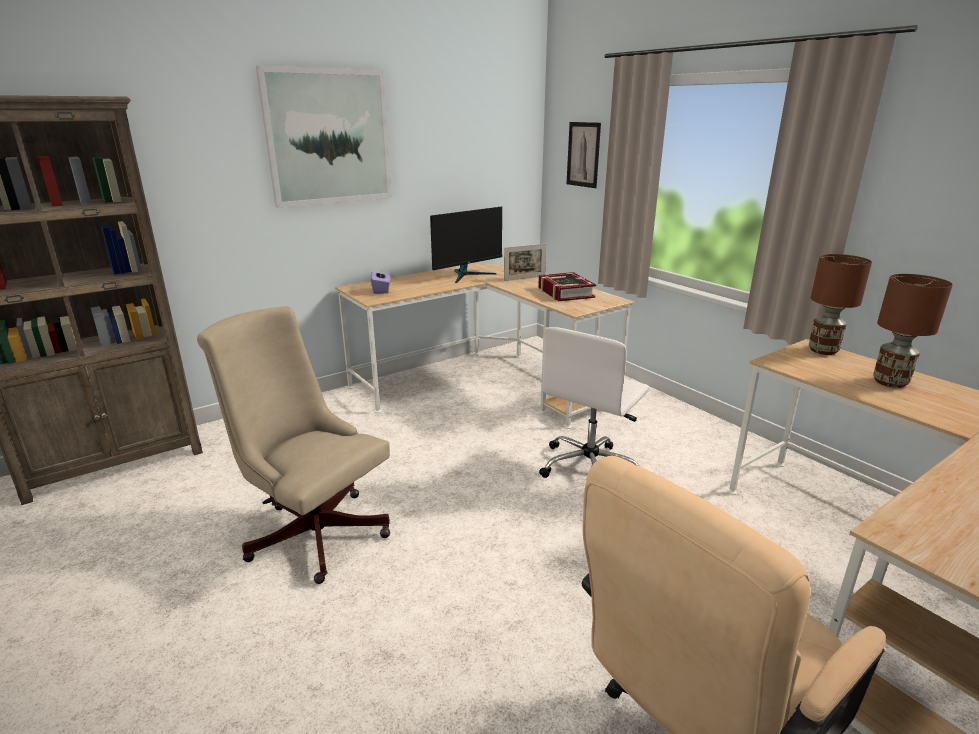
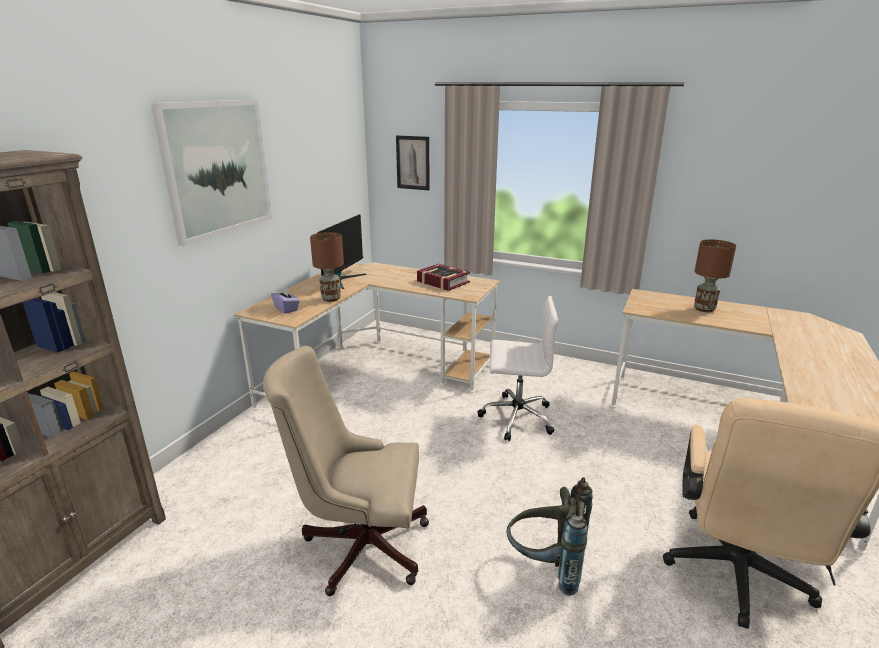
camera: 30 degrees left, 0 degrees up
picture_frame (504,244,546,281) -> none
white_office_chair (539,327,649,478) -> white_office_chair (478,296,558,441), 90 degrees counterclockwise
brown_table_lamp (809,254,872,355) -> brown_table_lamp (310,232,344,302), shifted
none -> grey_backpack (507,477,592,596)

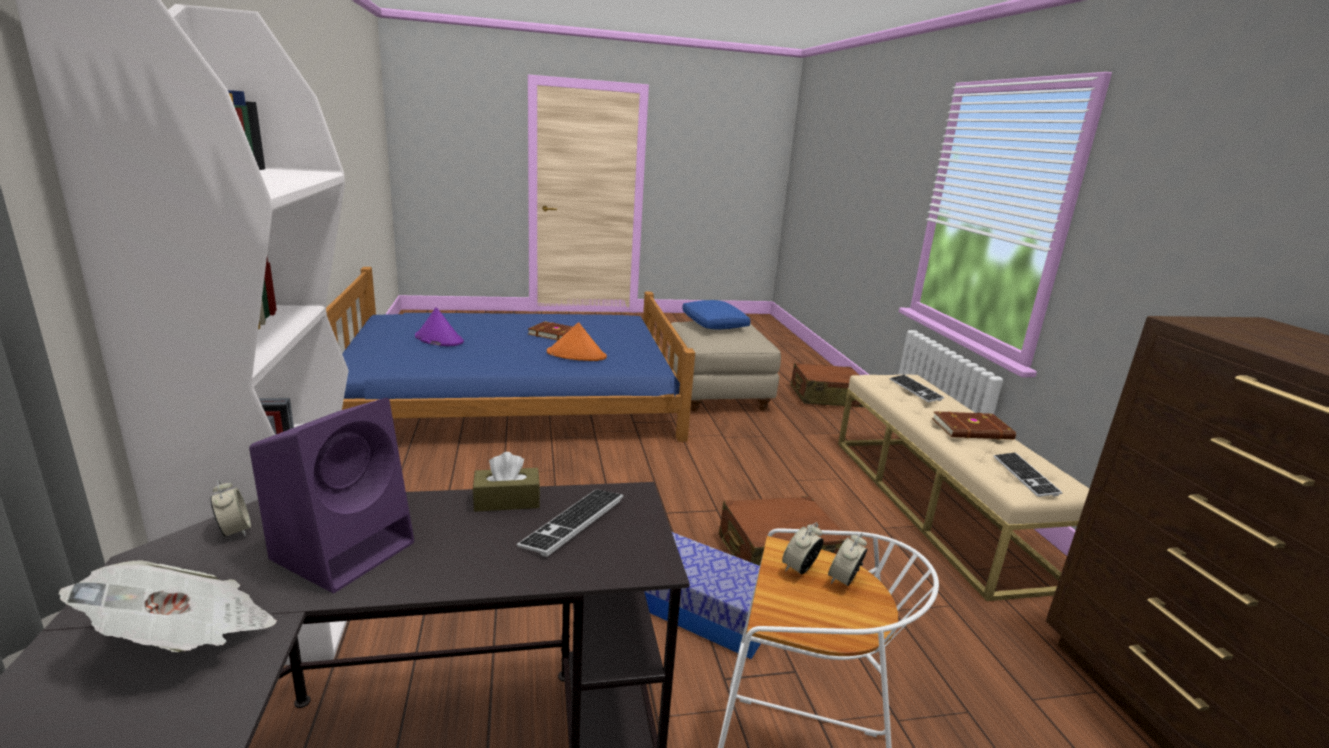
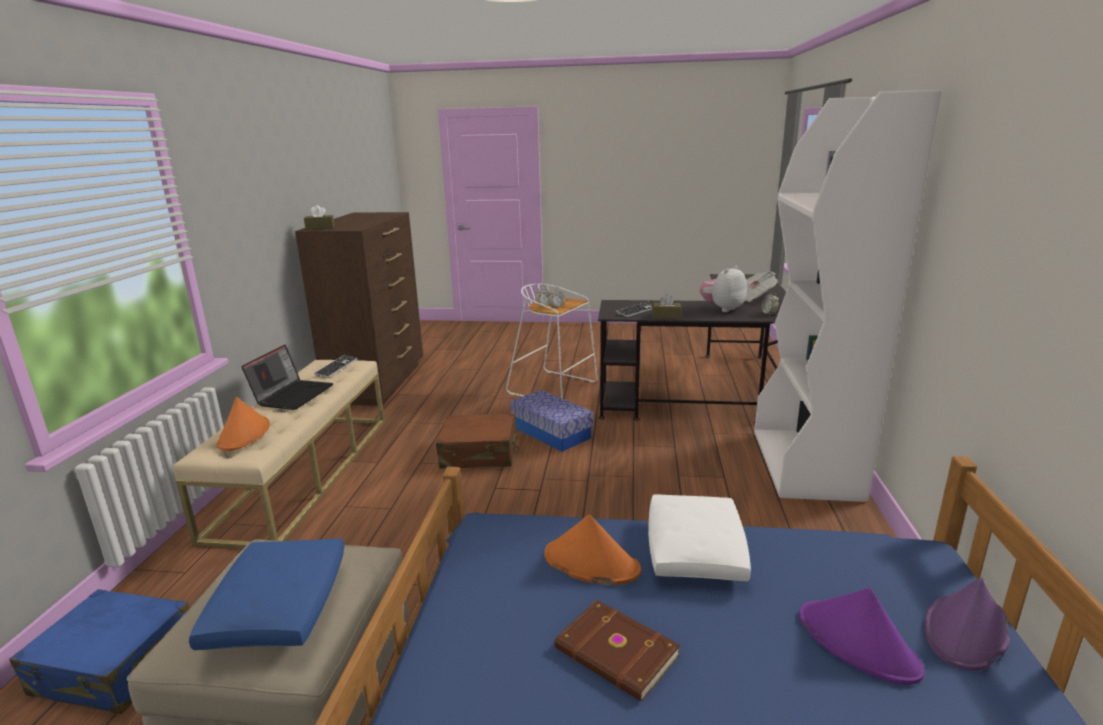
camera: 160 degrees left, 0 degrees up
purple_speaker (249,398,414,593) -> plush_toy (700,266,747,312)
brown_suitcase (790,363,864,407) -> blue_suitcase (9,589,190,714)
keyboard (889,375,944,402) -> orange_hat (216,397,270,451)
brown_book (932,411,1016,440) -> laptop (241,344,333,410)
none -> brown_tissue_box (304,205,335,230)
none -> white_pillow (648,494,751,581)
none -> purple_hat (924,578,1010,671)

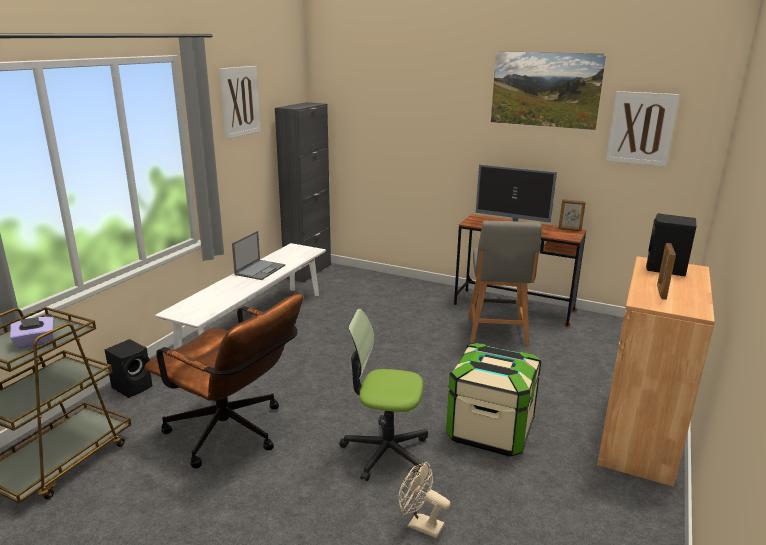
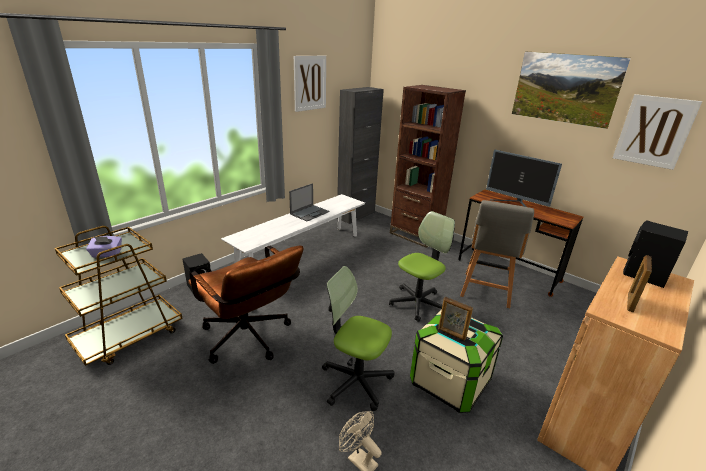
camera: 15 degrees right, 5 degrees up
picture_frame (558,199,586,231) -> picture_frame (438,297,473,341), shifted
none -> office_chair (389,211,455,322)
none -> brown_bookcase (390,85,466,248)

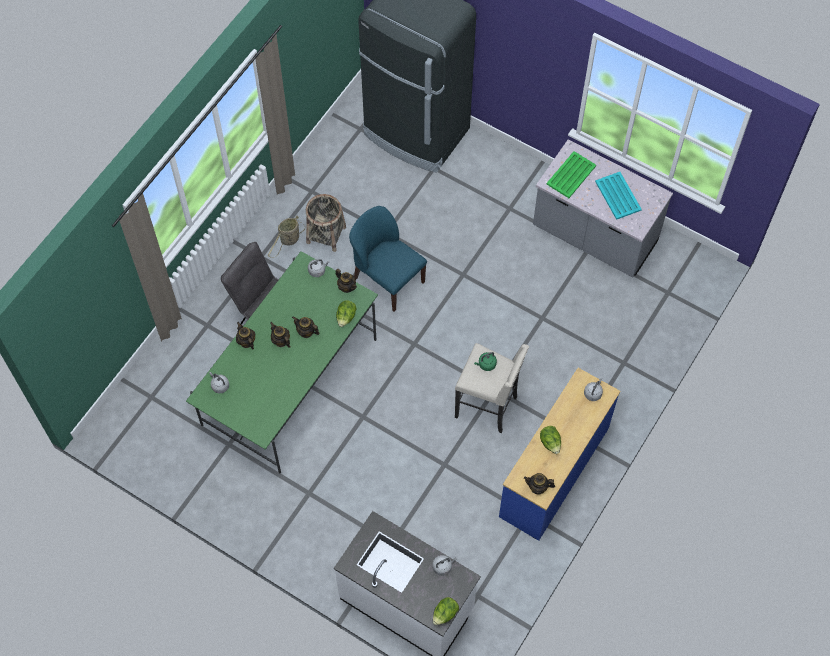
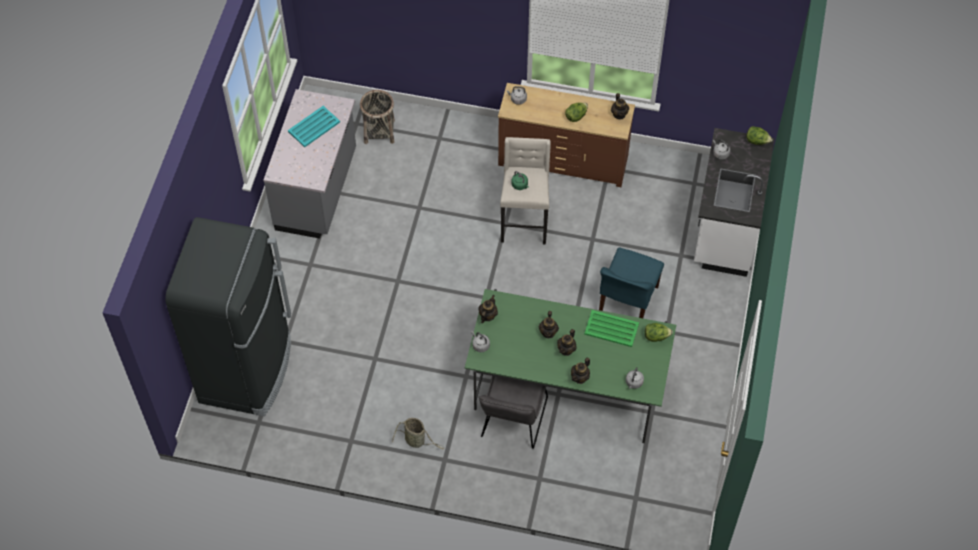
camera: 110 degrees left, 5 degrees down
basket (306,194,346,252) -> basket (360,90,395,144), shifted
lettuce (336,300,357,327) -> lettuce (645,323,673,342), shifted
blue_chair (349,206,427,312) -> blue_chair (599,248,664,318), shifted
blue_dresser (499,368,620,541) -> brown_dresser (498,83,635,187)
green_tray (547,151,596,198) -> green_tray (584,310,639,347), shifted

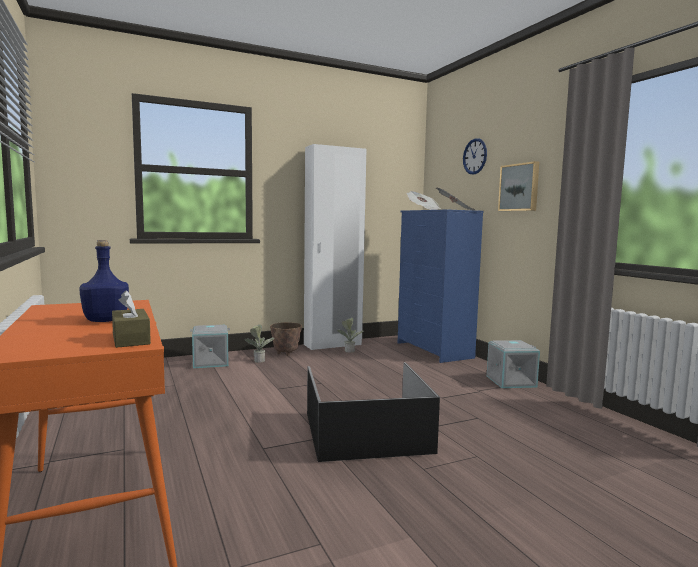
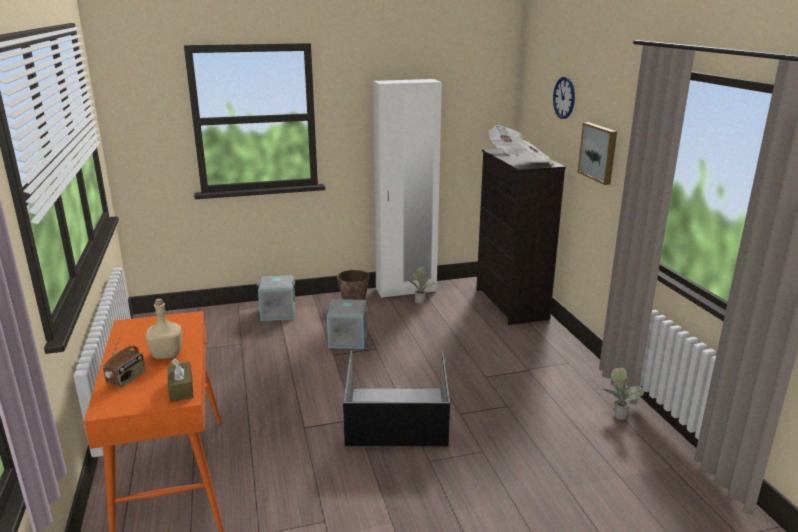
camera: 10 degrees right, 15 degrees up
blue_bottle (80,240,129,322) -> beige_bottle (146,298,182,359)
potted_plant (244,324,275,363) -> potted_plant (602,368,644,420), shifted
blue_dresser (398,210,484,363) -> black_dresser (476,148,566,325)
grey_storage_box (487,340,540,388) -> grey_storage_box (326,299,368,349), shifted
none -> radio (103,337,145,387)

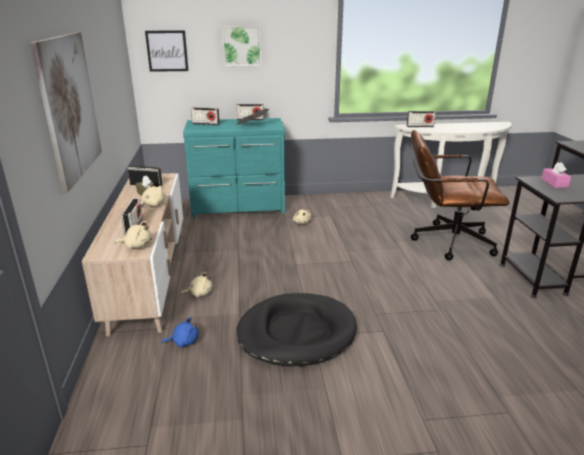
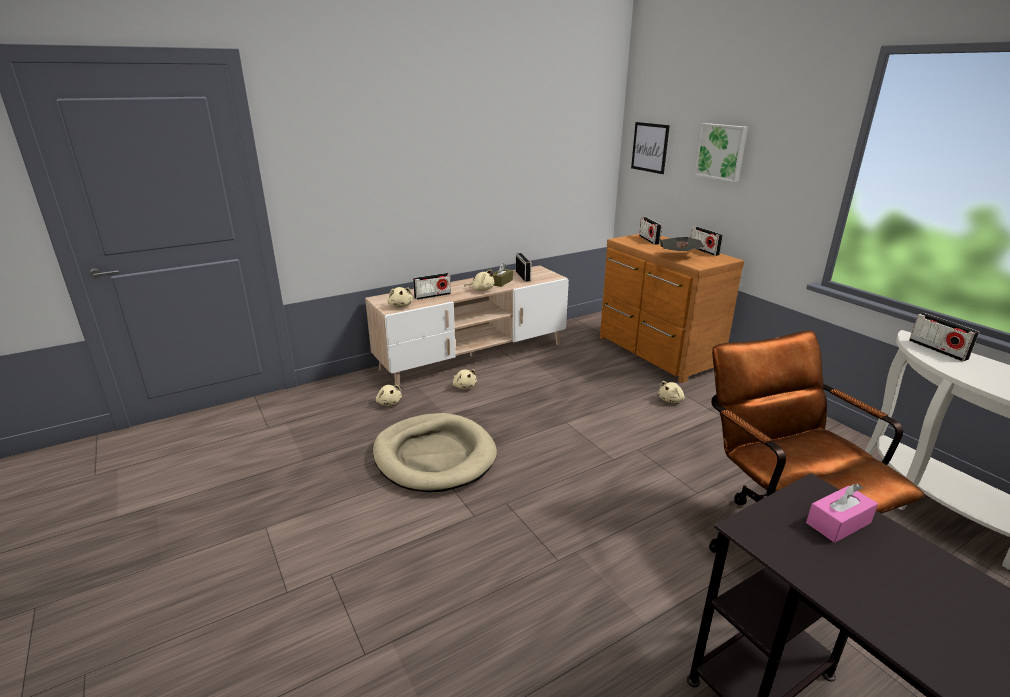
camera: 65 degrees right, 0 degrees up
picture (30,32,102,193) -> none
blue_plush_toy (161,317,199,347) -> beige_plush_toy (376,385,402,406)
turquoise_dresser (183,118,285,217) -> brown_dresser (600,234,744,383)
black_dog_bed (236,293,357,367) -> beige_dog_bed (373,413,497,492)

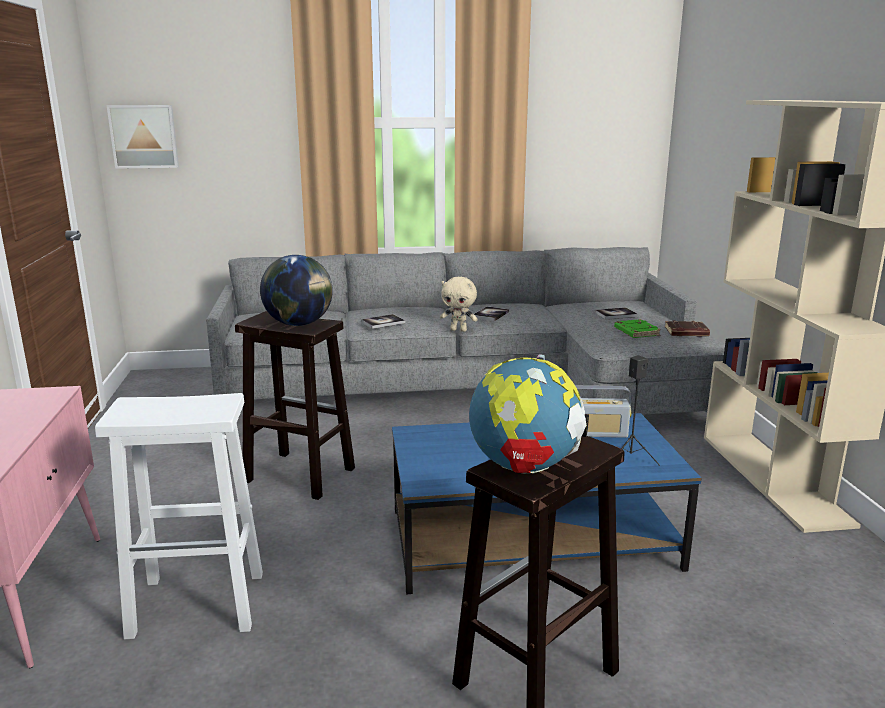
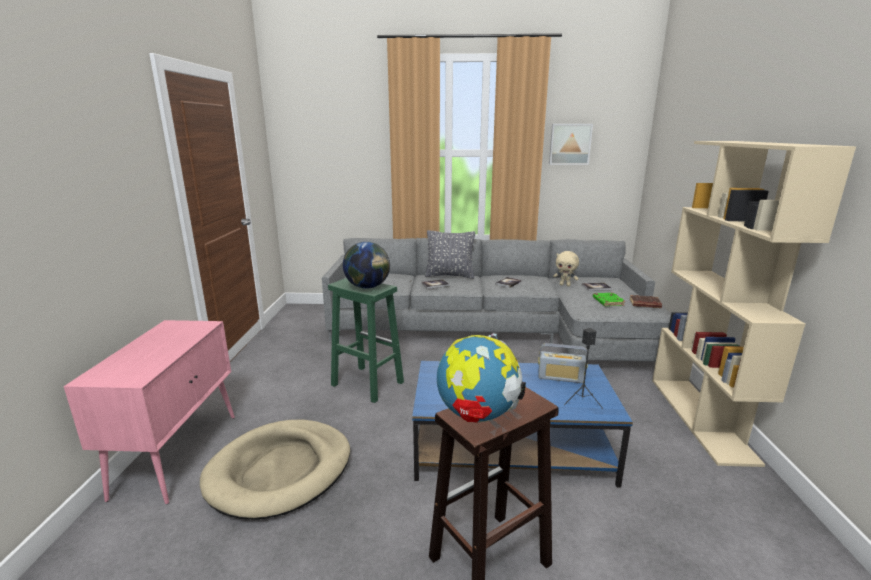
camera: 10 degrees right, 0 degrees up
white_stool (95,393,263,639) -> beige_dog_bed (200,420,350,519)
picture (106,105,179,169) -> picture (549,124,593,165), shifted
brown_stool (235,311,355,500) -> green_stool (328,278,404,403)
beige_plush_toy (440,277,478,332) -> beige_plush_toy (553,251,579,286), shifted
none -> grey_pillow (425,230,475,279)

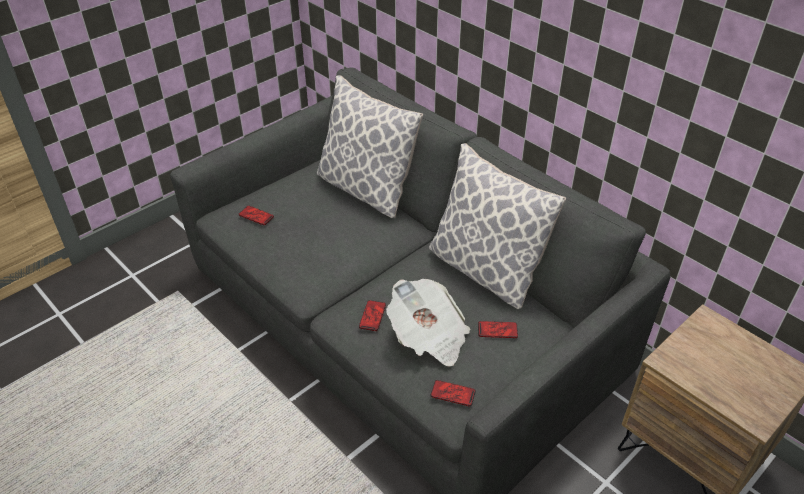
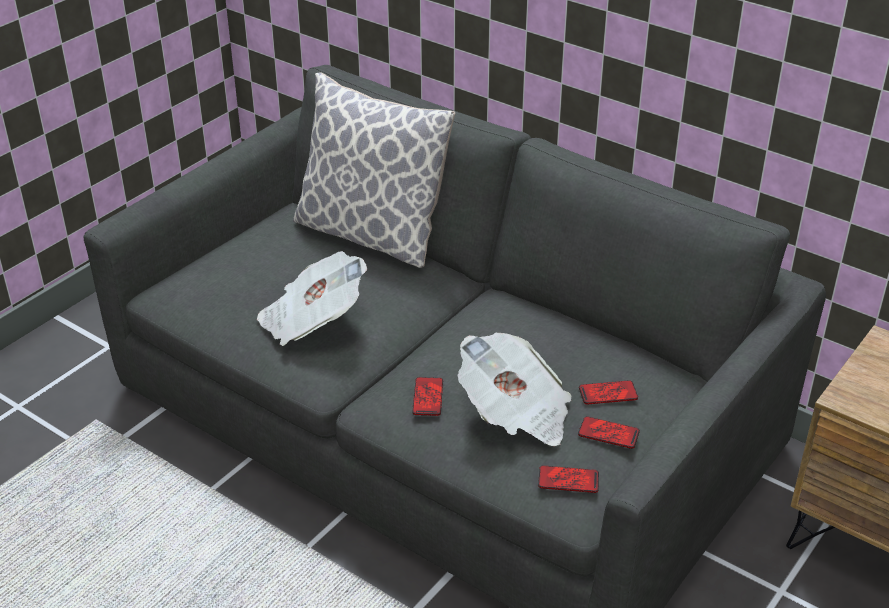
camera: 10 degrees left, 5 degrees down
phone (239,206,274,225) -> phone (578,416,640,449), shifted
pillow (429,143,566,309) -> none
none -> newspaper (257,251,367,346)

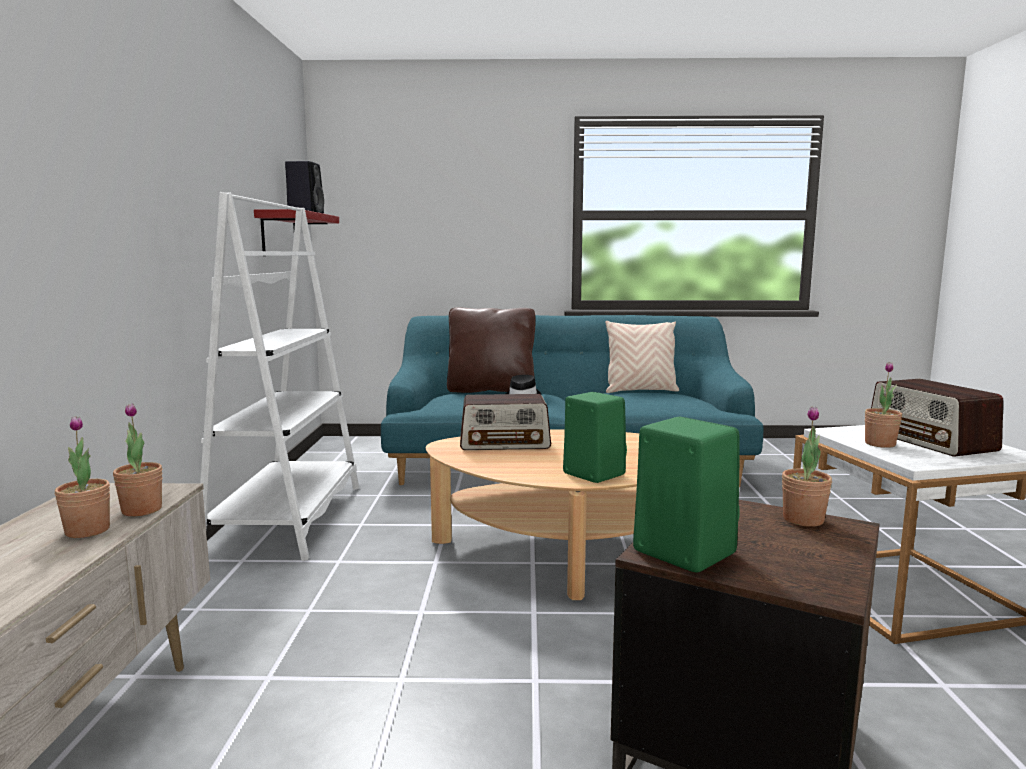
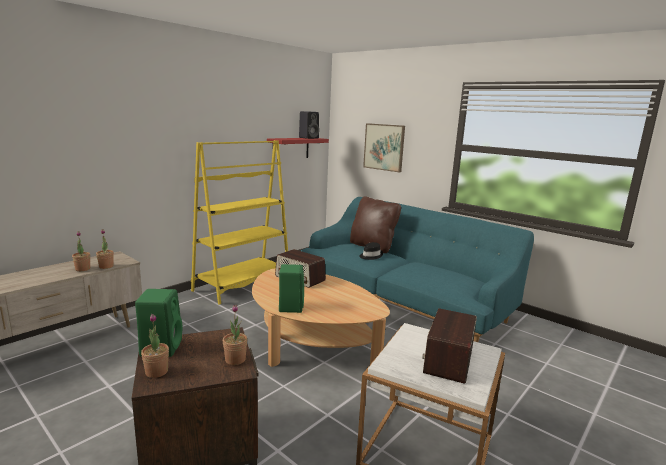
camera: 40 degrees right, 5 degrees up
white_bookcase (200,192,359,561) -> yellow_bookcase (191,140,288,305)
beige_pillow (605,321,679,393) -> none
potted_plant (865,362,902,448) -> potted_plant (141,314,169,378), shifted
none -> picture (363,123,405,172)

